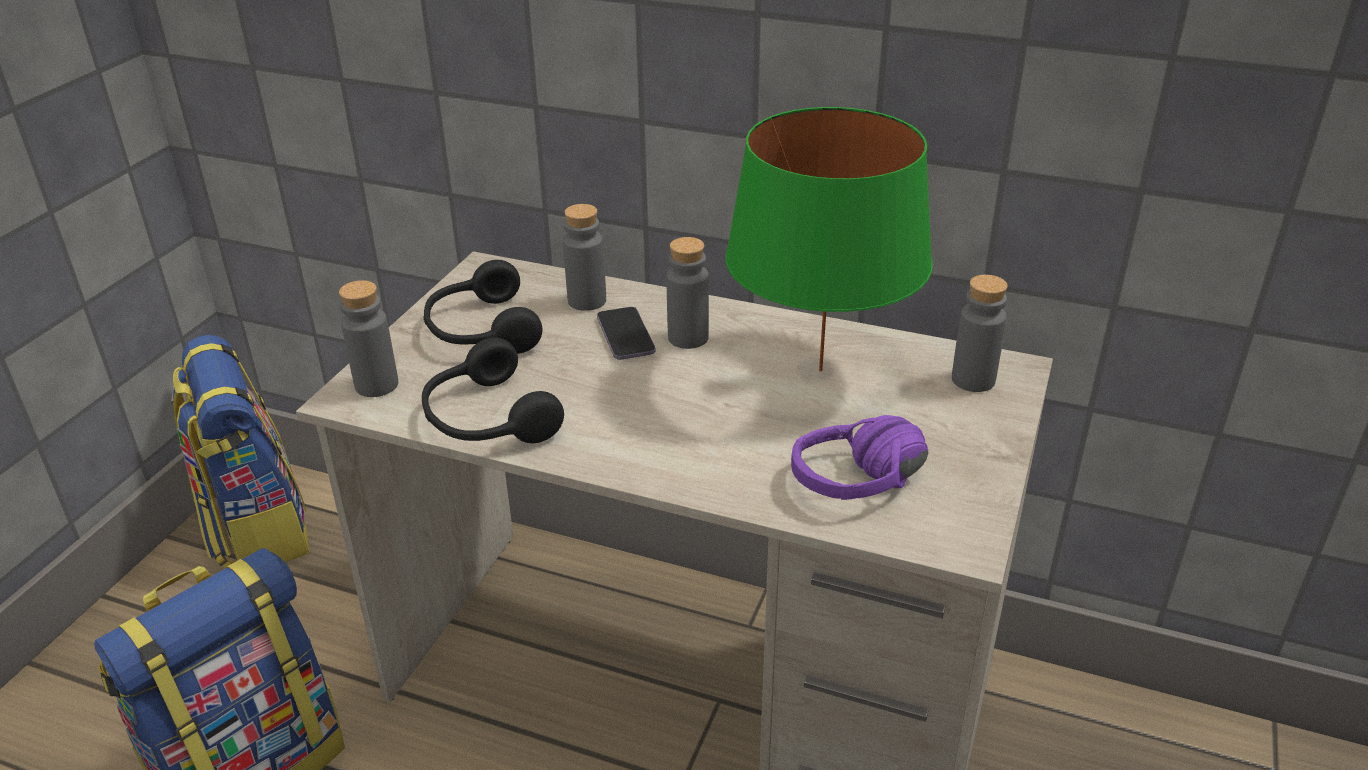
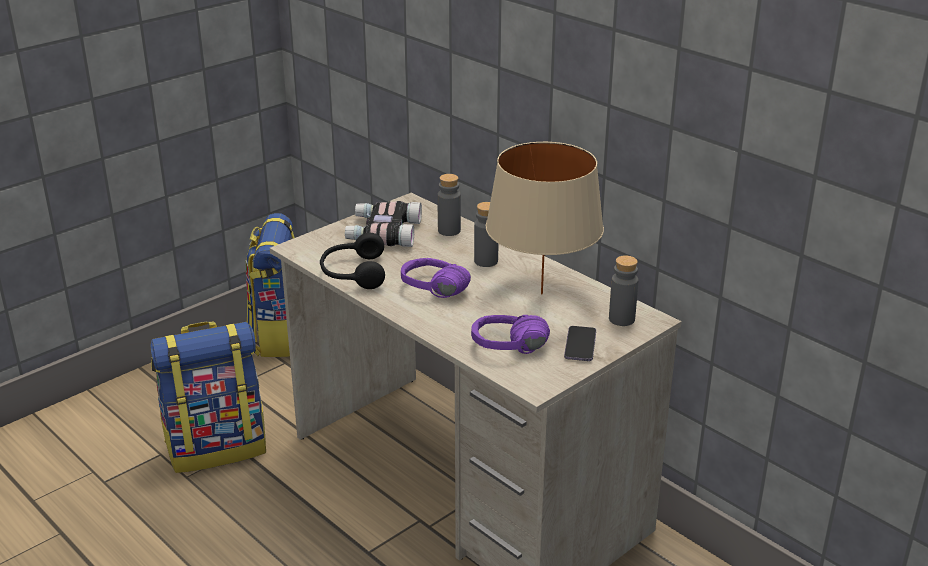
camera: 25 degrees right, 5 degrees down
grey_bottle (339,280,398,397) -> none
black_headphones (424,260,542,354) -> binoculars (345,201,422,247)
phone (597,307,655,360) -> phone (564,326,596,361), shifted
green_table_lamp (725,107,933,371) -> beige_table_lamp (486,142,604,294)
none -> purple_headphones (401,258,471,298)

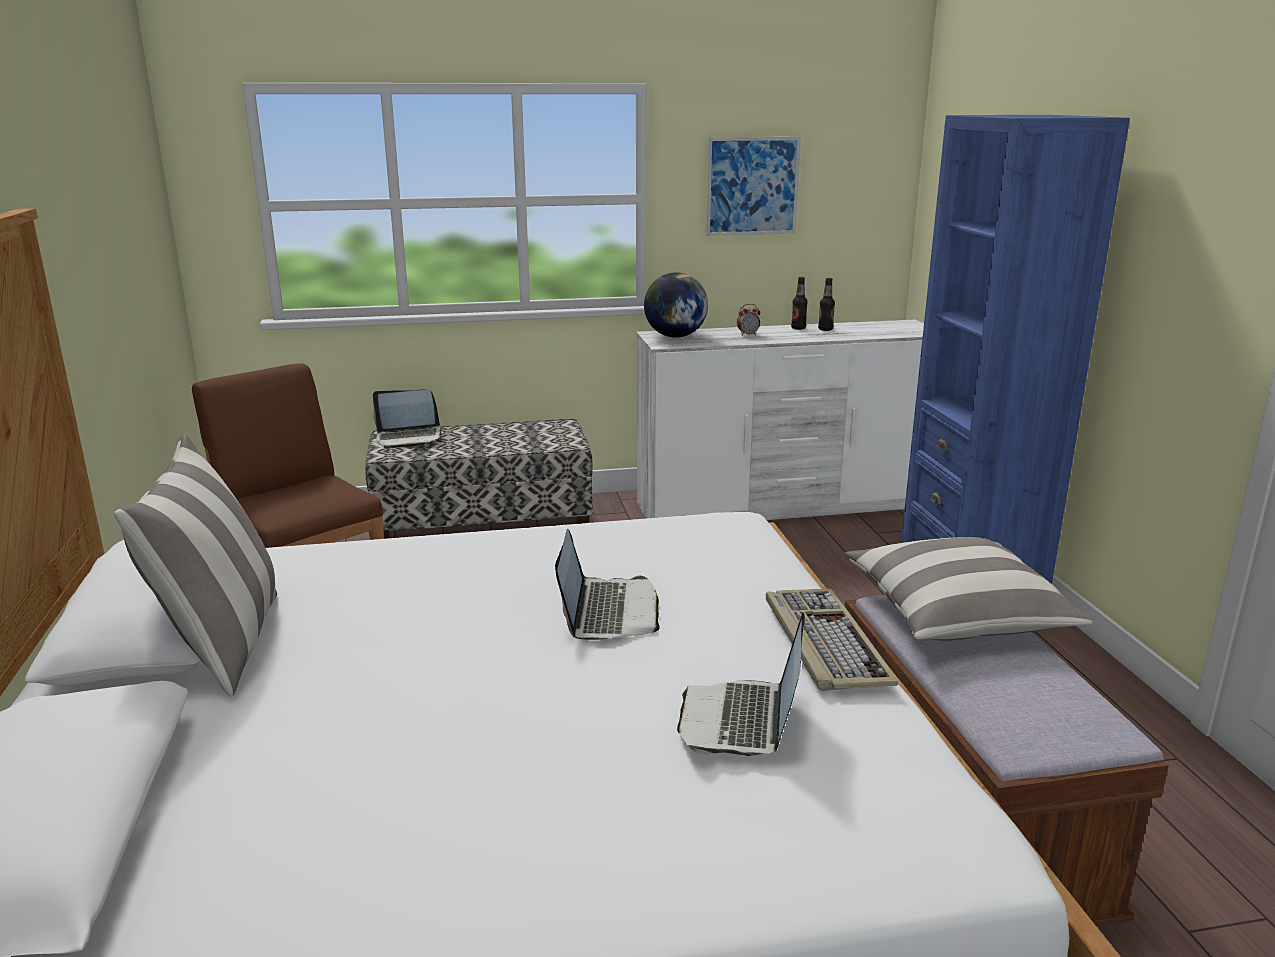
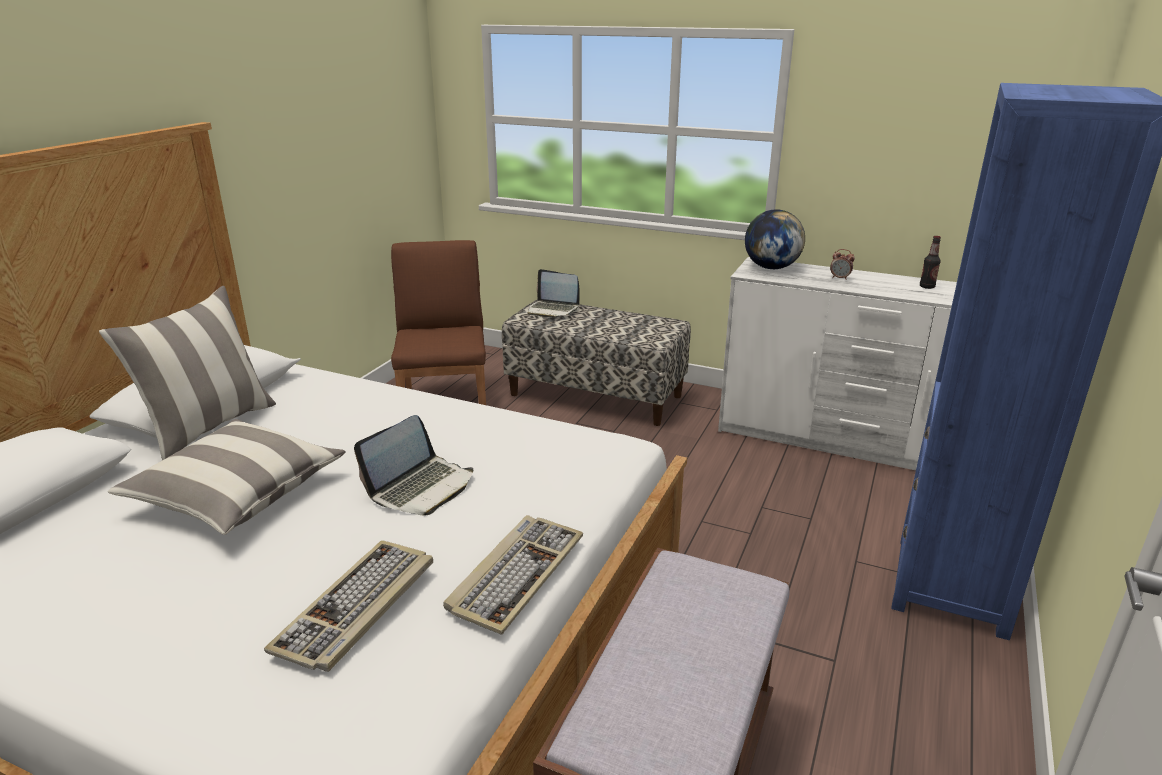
camera: 35 degrees right, 5 degrees up
laptop (677,612,805,756) -> keyboard (264,540,433,672)
picture (706,137,801,236) -> none
bottle (791,277,808,330) -> none
pillow (844,537,1092,641) -> pillow (108,419,345,535), shifted

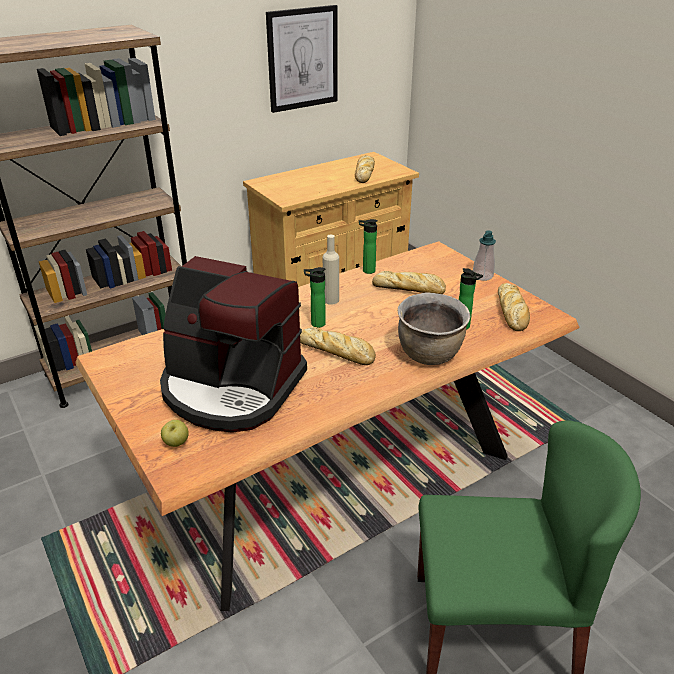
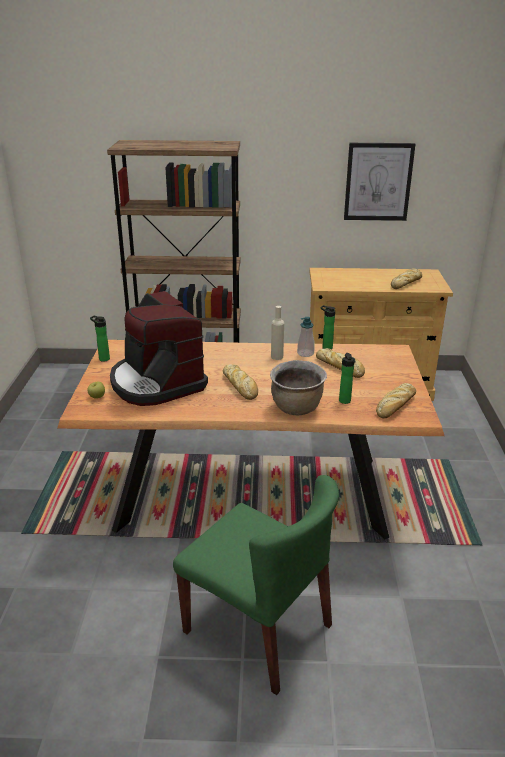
camera: 35 degrees right, 5 degrees down
bottle (304,267,326,328) -> bottle (90,316,110,362), shifted
soap_dispenser (473,230,496,281) -> soap_dispenser (297,317,314,357), shifted

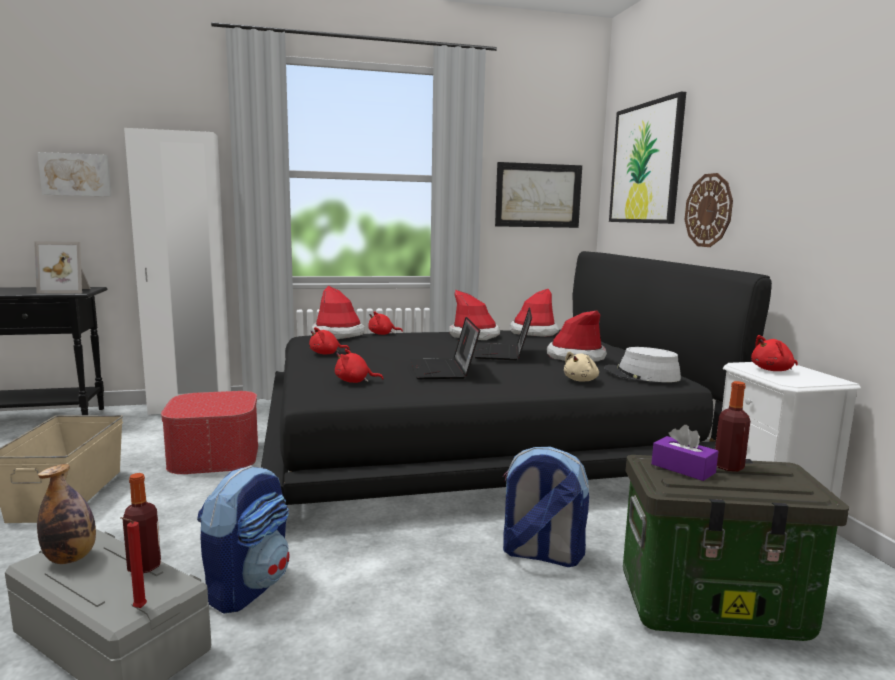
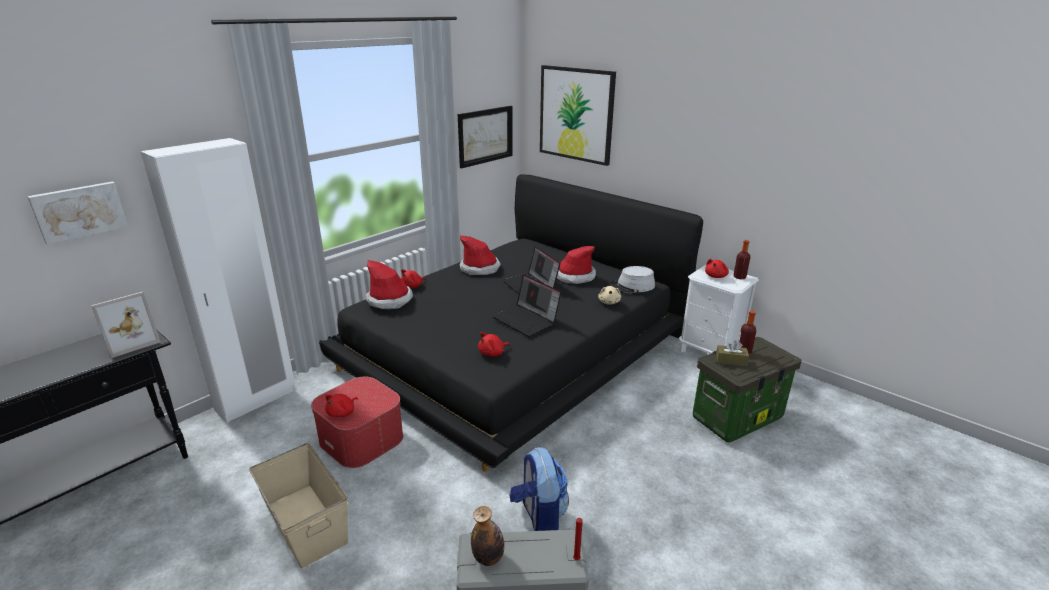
camera: 35 degrees left, 15 degrees up
bottle (123,473,161,573) -> bottle (733,240,750,279), shifted
red_plush_toy (309,327,350,354) -> red_plush_toy (325,394,358,418), shifted
backpack (503,447,589,567) -> none
hat (510,289,559,337) -> none
purple_tissue_box (651,425,718,481) -> brown_tissue_box (716,340,749,366)
wall_clock (685,173,733,247) -> none

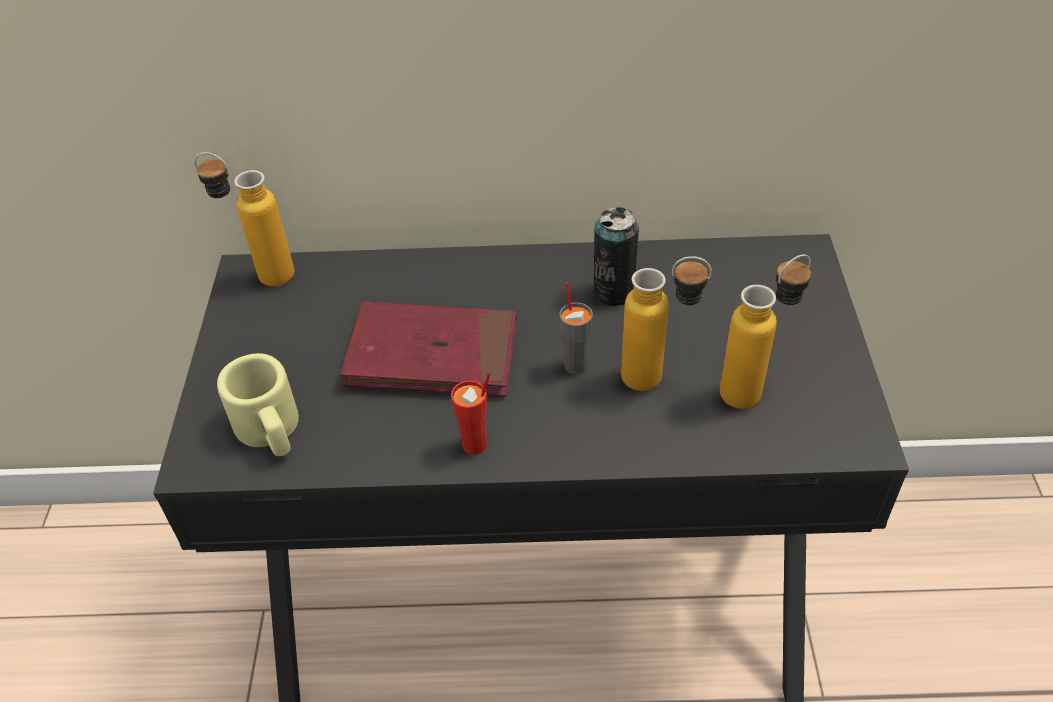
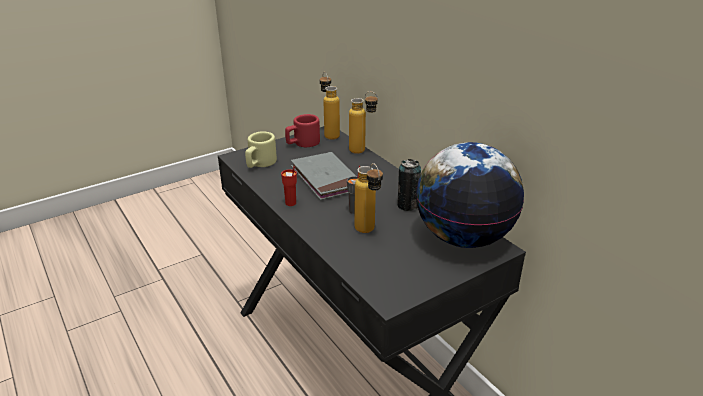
camera: 55 degrees right, 15 degrees down
red_book (340,302,517,397) -> grey_book (291,152,357,200)
bottle (720,254,811,409) -> bottle (349,91,378,154), shifted
none -> red_mug (285,114,320,147)
none -> globe (416,142,524,248)

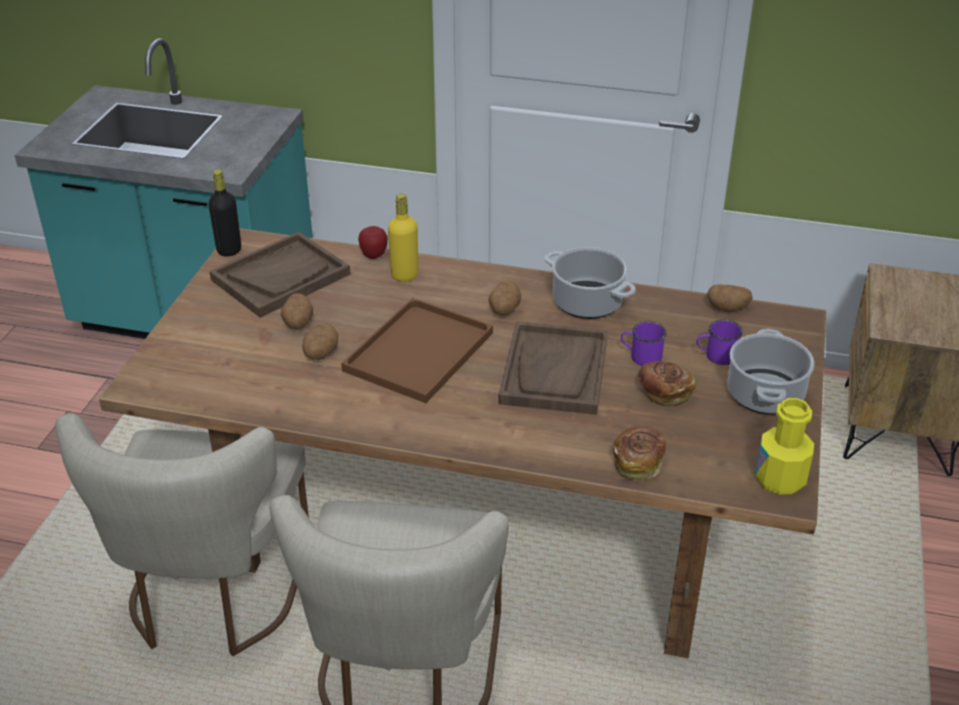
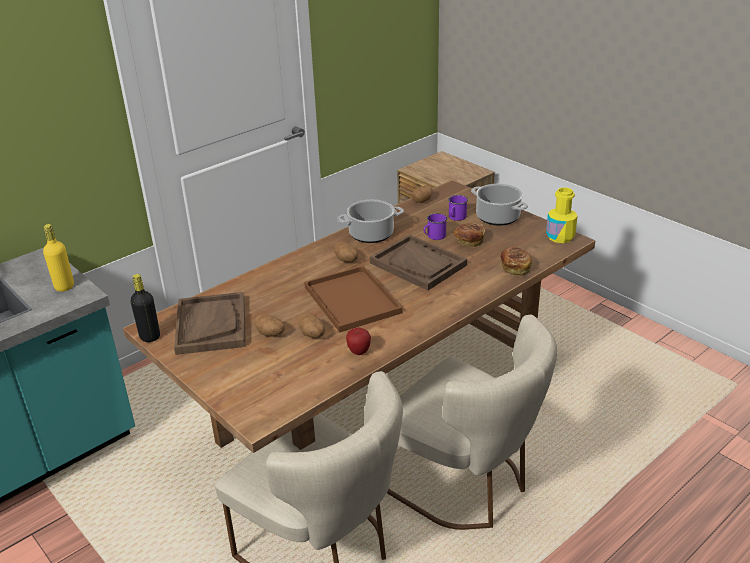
camera: 55 degrees left, 5 degrees down
apple (358,226,388,259) -> apple (346,327,371,355), shifted
yellow_bottle (388,194,418,282) -> yellow_bottle (43,224,74,292), shifted

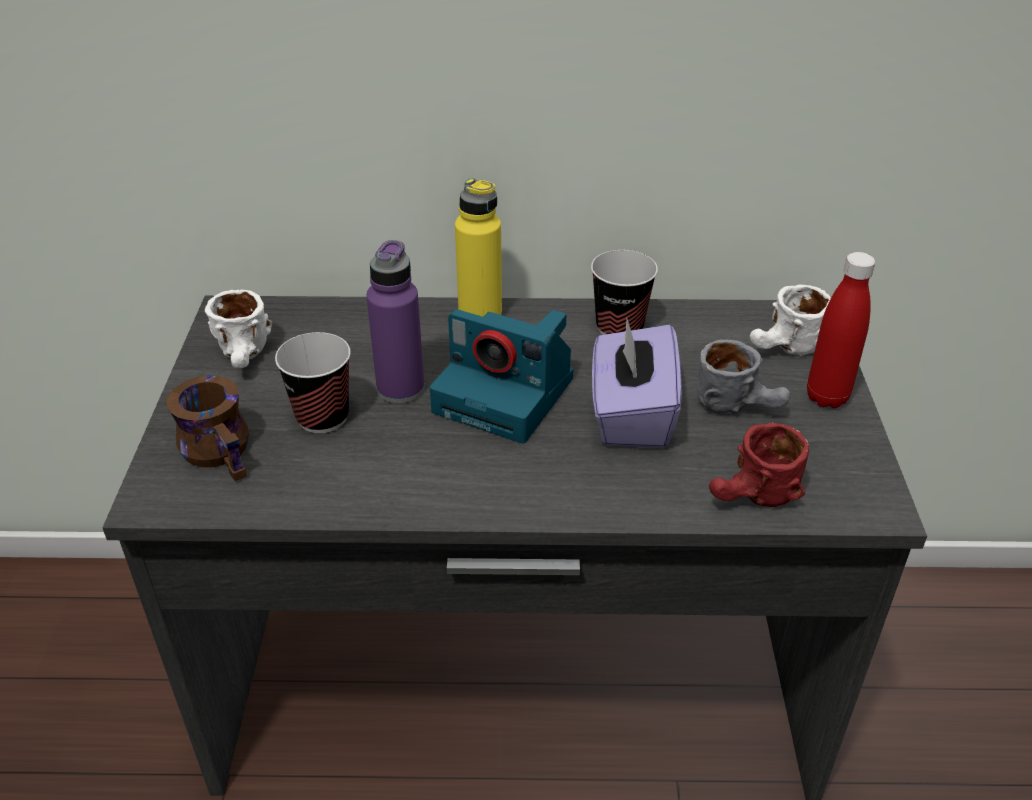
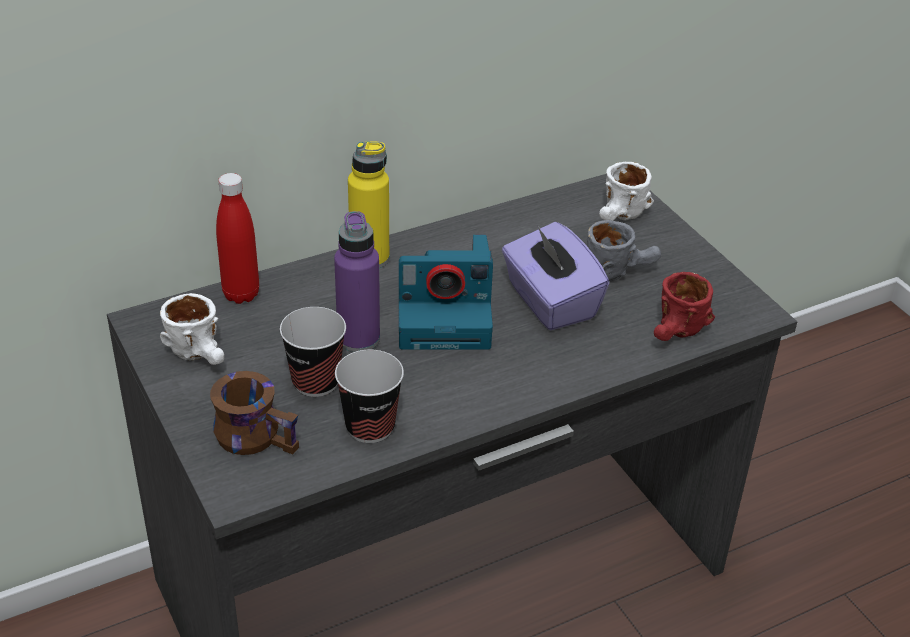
camera: 30 degrees left, 0 degrees up
cup (591,250,658,335) -> cup (335,350,404,443), shifted
red_bottle (807,252,875,408) -> red_bottle (216,173,259,304), shifted

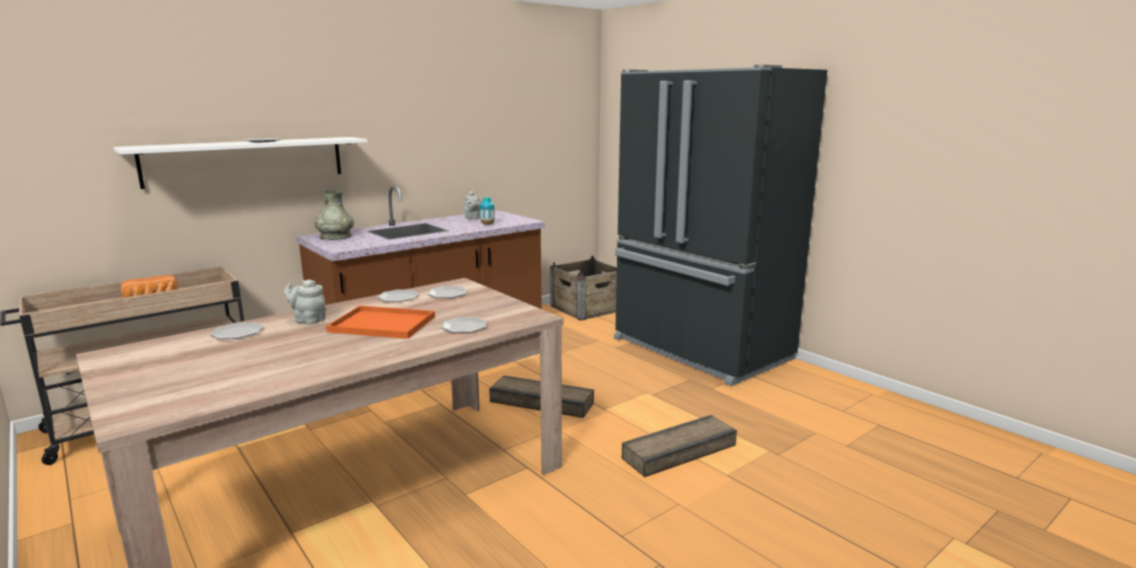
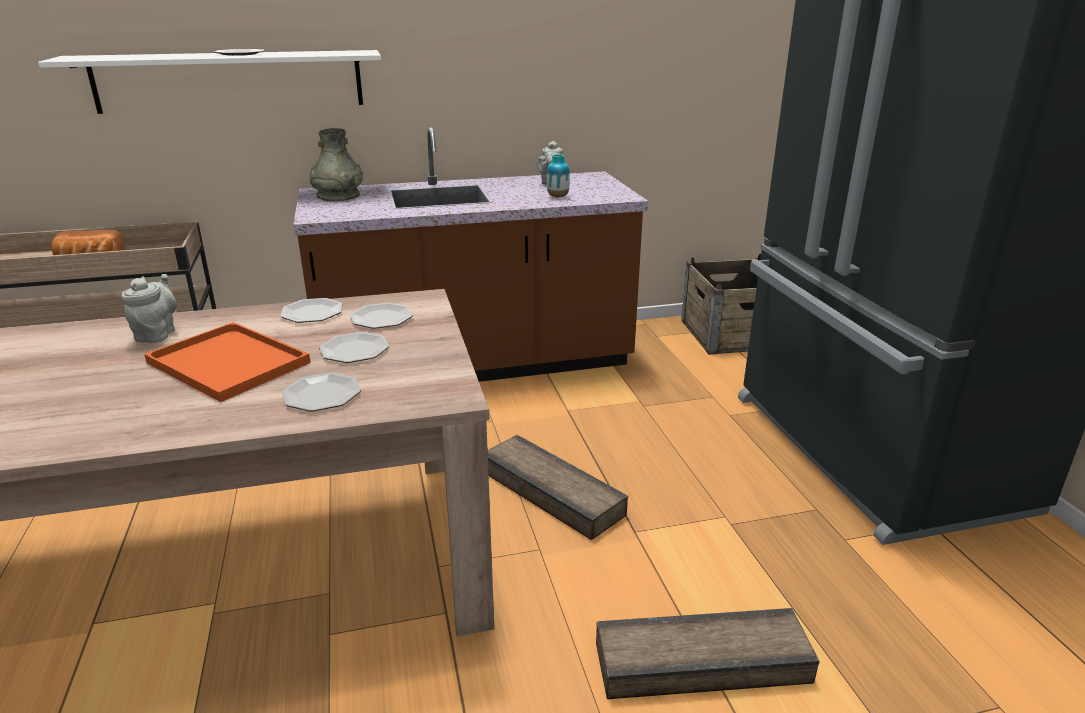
camera: 25 degrees right, 10 degrees up
plate (210,322,263,339) -> plate (319,332,389,363), shifted
grey_teapot (284,279,326,324) -> grey_teapot (121,274,177,343), 45 degrees clockwise

